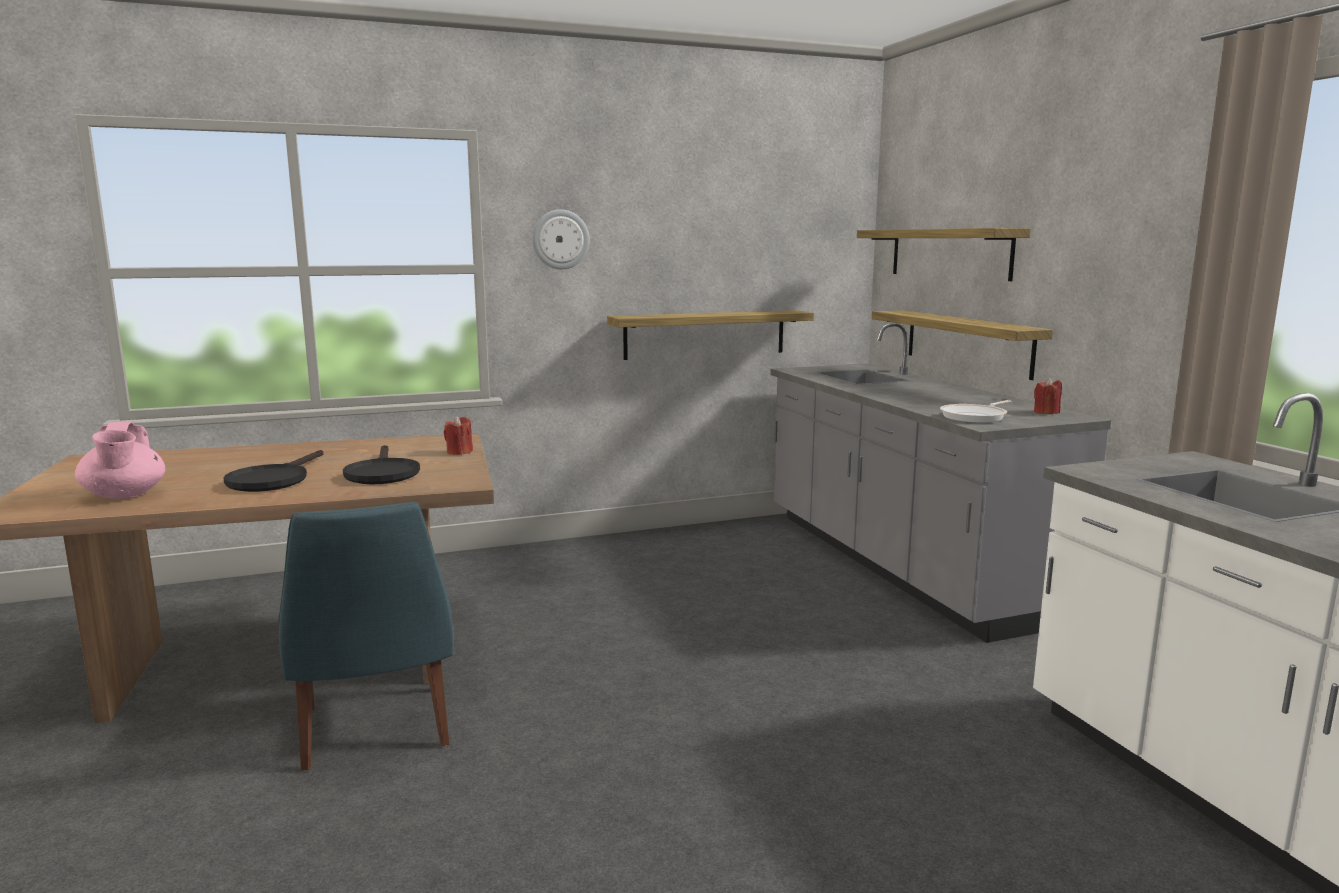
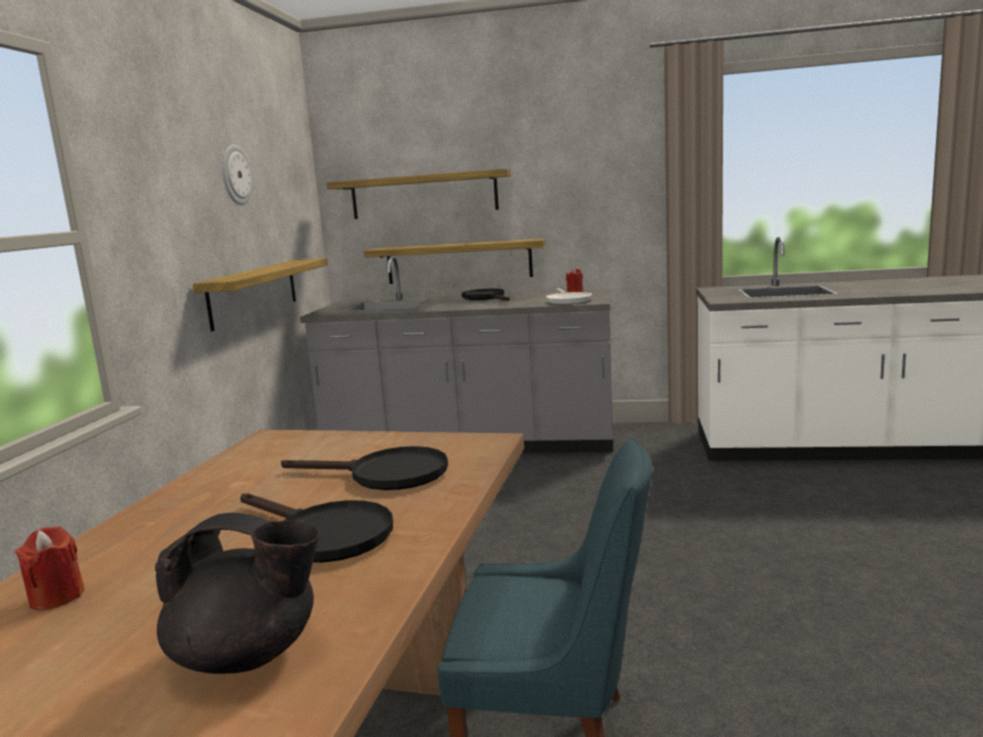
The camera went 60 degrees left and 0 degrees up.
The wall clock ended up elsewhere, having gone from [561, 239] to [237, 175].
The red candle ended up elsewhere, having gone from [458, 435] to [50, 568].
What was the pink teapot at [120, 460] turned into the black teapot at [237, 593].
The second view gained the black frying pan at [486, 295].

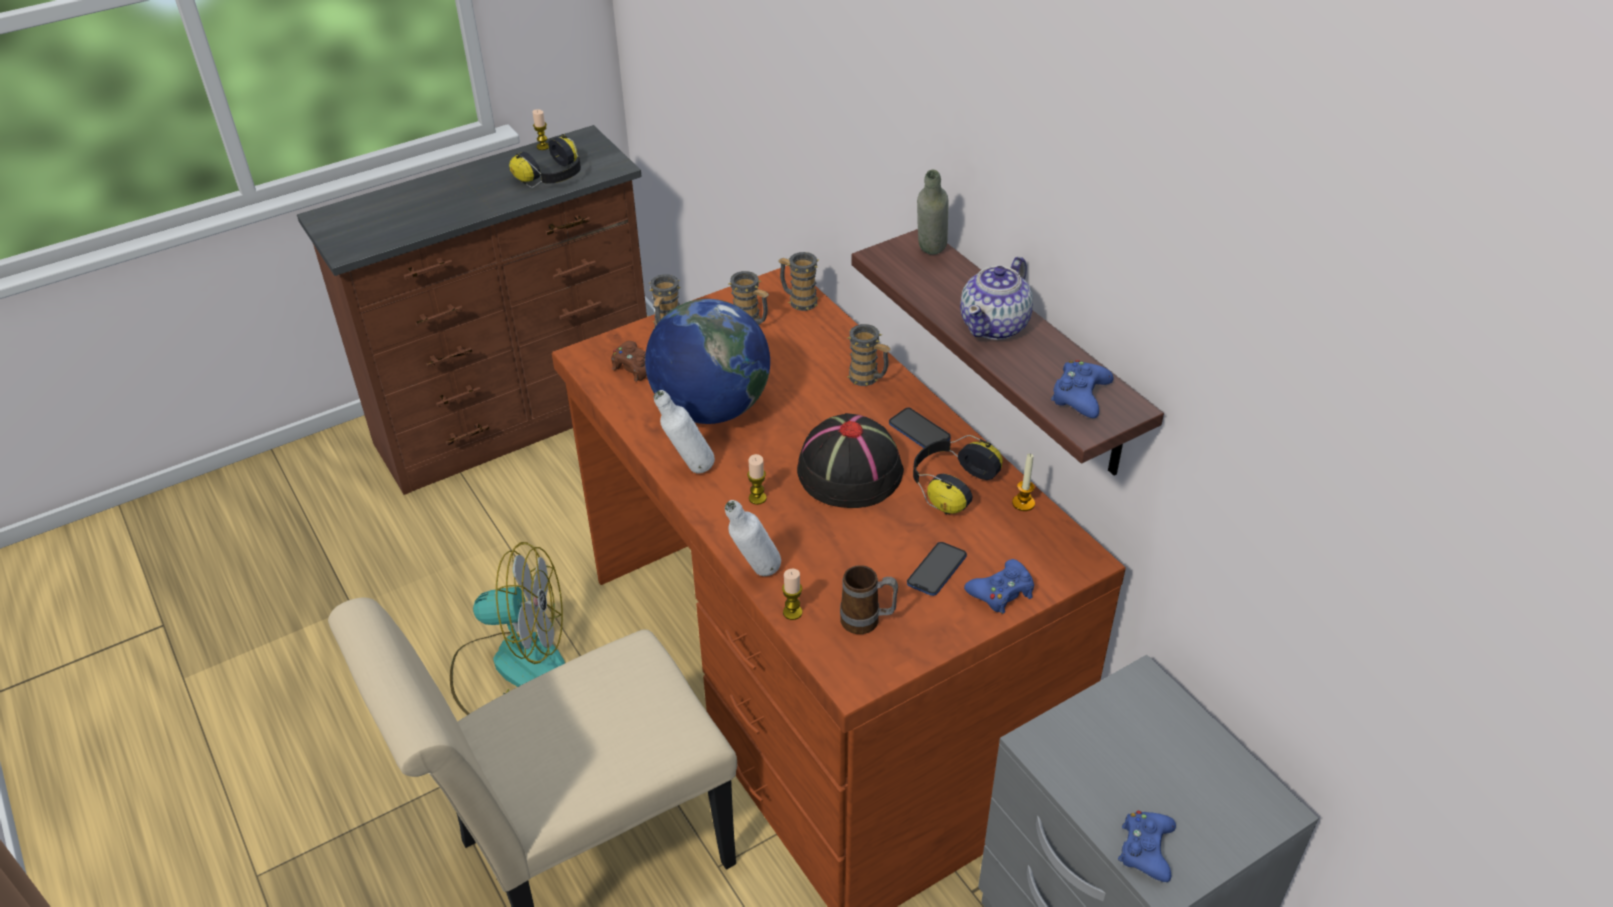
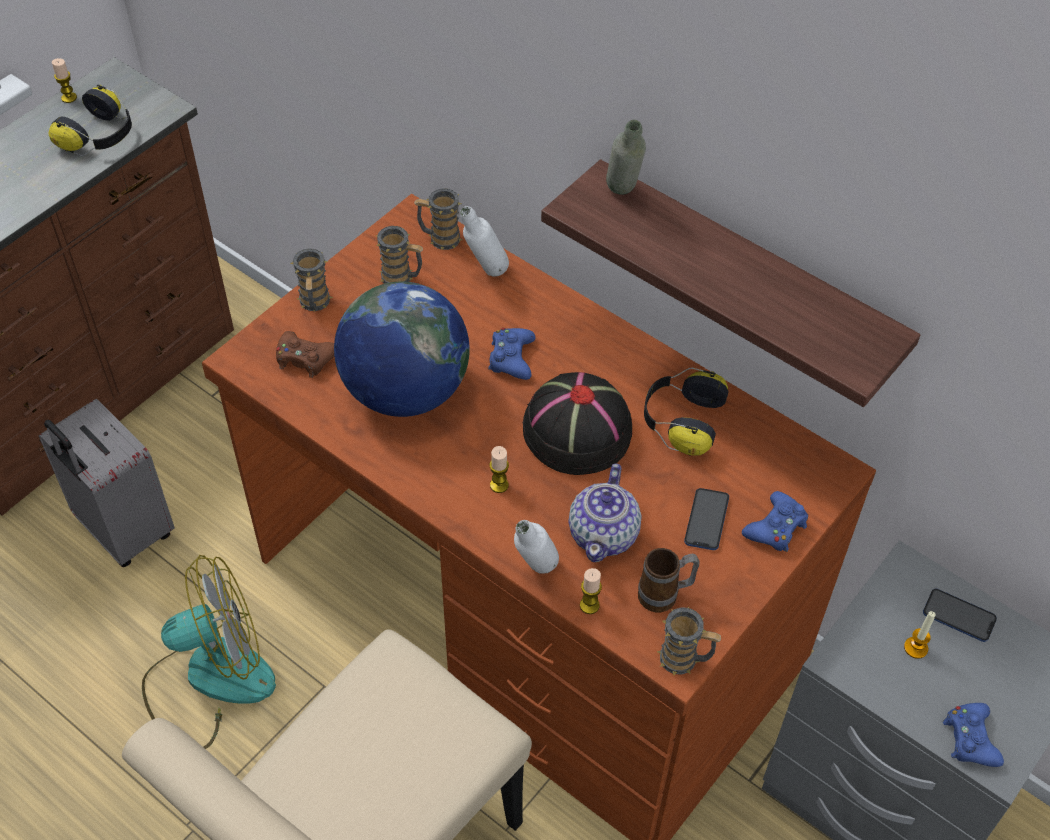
The camera went 20 degrees left and 10 degrees up.
The teapot ended up elsewhere, having gone from [996, 298] to [605, 512].
The mug ended up elsewhere, having gone from [869, 355] to [688, 641].
The blue game controller ended up elsewhere, having gone from [1082, 389] to [511, 354].
The white bottle ended up elsewhere, having gone from [684, 431] to [484, 241].
The phone ended up elsewhere, having gone from [920, 428] to [960, 615].
The candle ended up elsewhere, having gone from [1023, 482] to [920, 635].
The second view gained the grey suitcase at [107, 483].

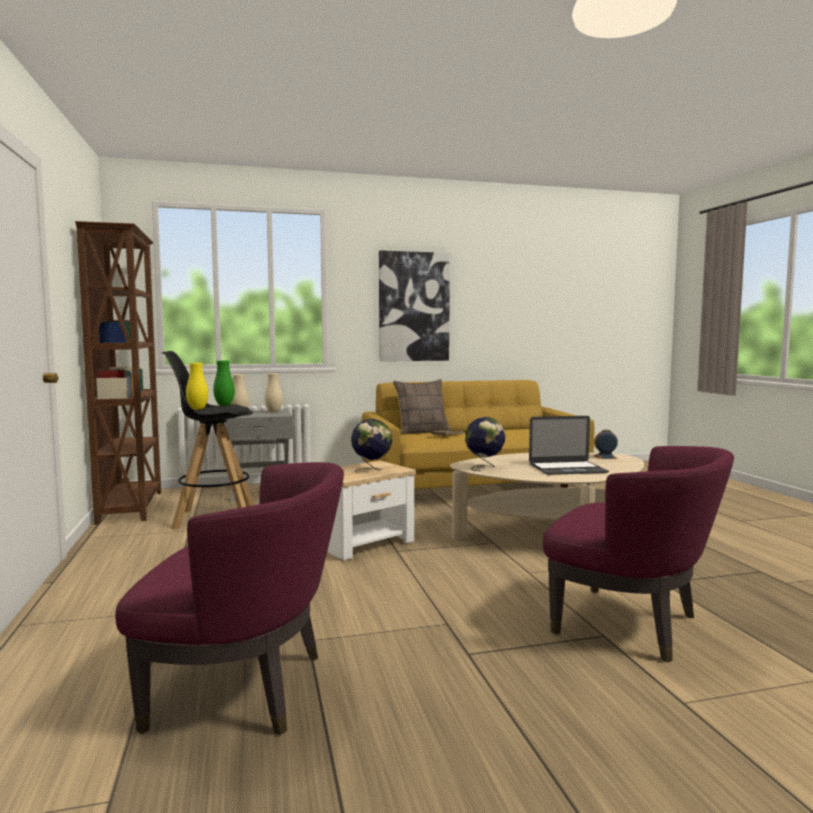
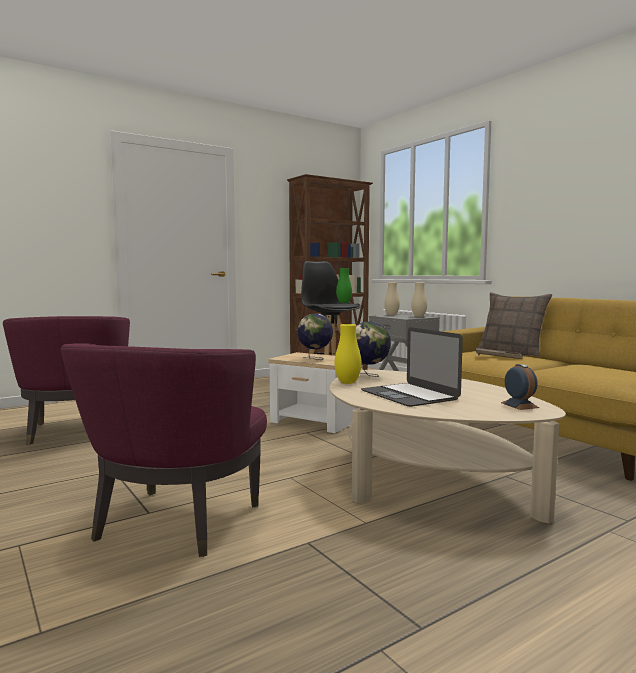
The camera went 70 degrees right and 0 degrees up.
The second view lost the picture at [414, 305].
The yellow vase ended up elsewhere, having gone from [197, 386] to [348, 354].

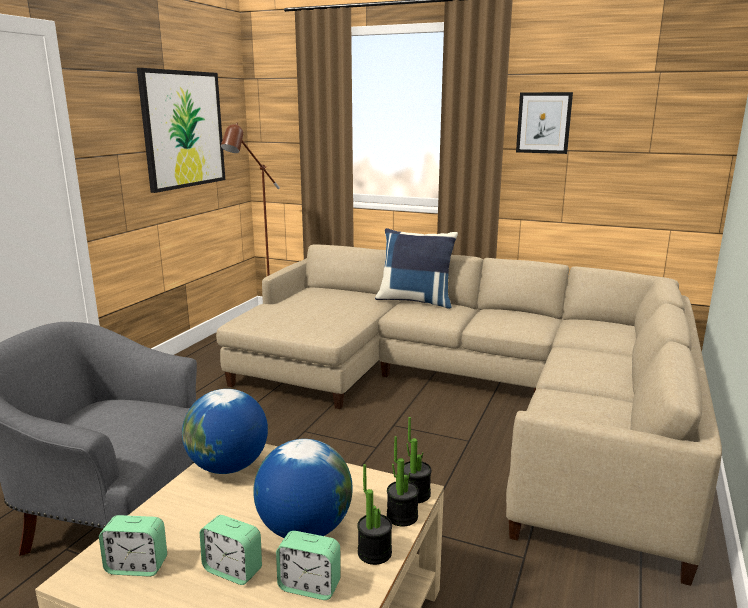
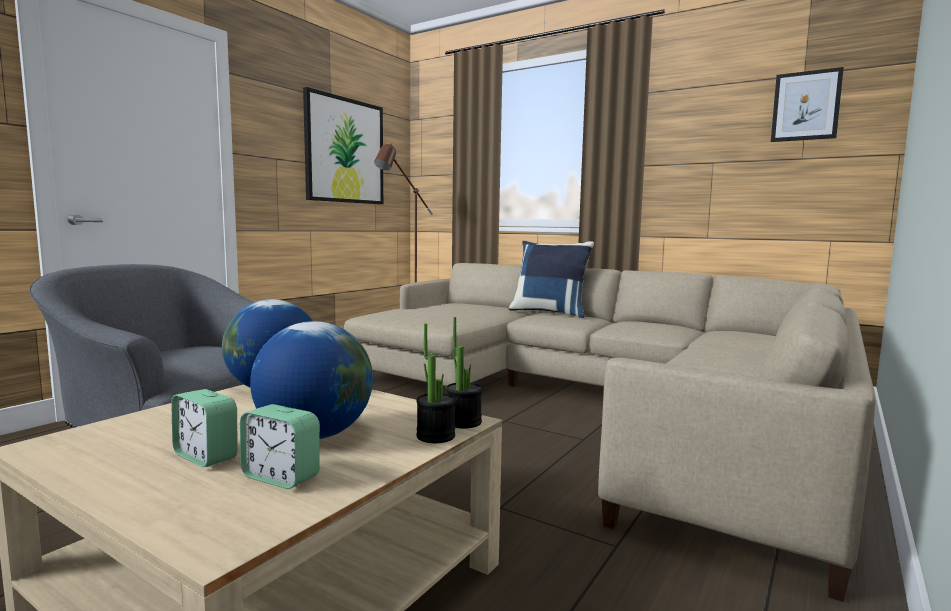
The camera went 10 degrees right and 10 degrees down.
The picture ended up elsewhere, having gone from [544, 123] to [807, 104].
The second view lost the potted plant at [374, 514].
The second view lost the alarm clock at [133, 545].

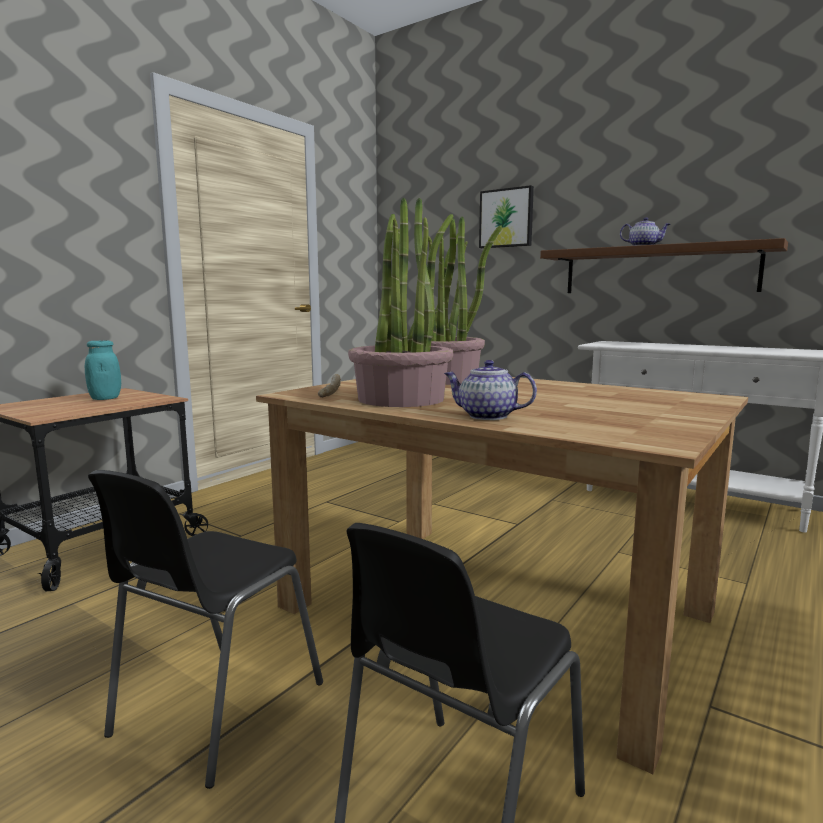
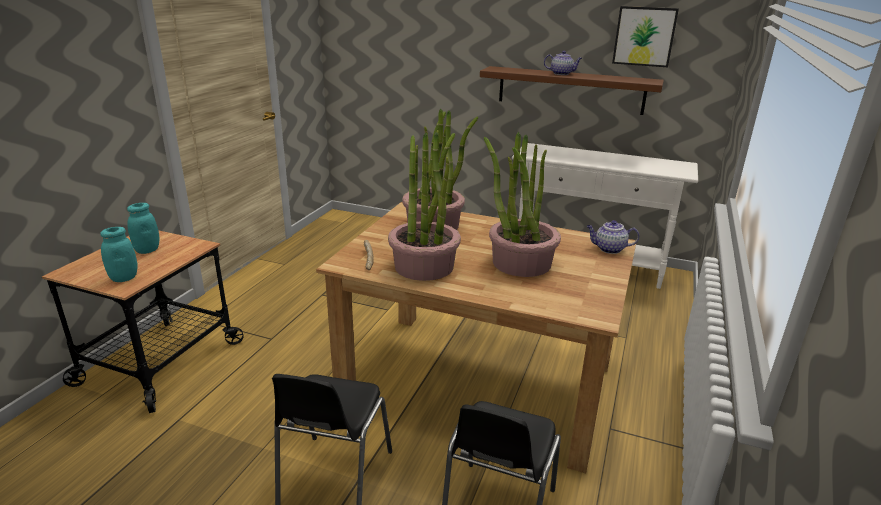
The camera went 15 degrees left and 15 degrees up.
The picture ended up elsewhere, having gone from [506, 216] to [645, 36].
The teapot ended up elsewhere, having gone from [490, 390] to [613, 237].
The second view gained the potted plant at [522, 204].
The second view gained the turquoise jar at [118, 254].

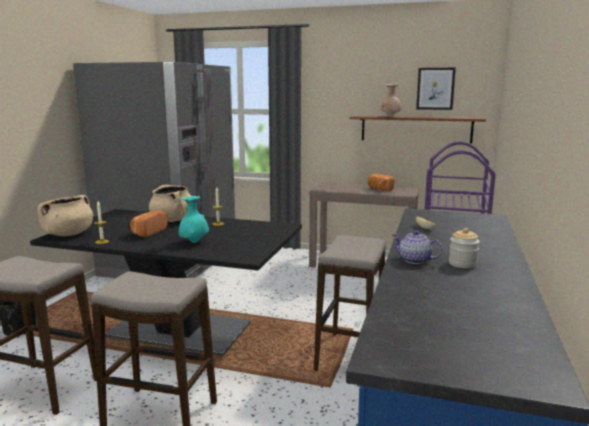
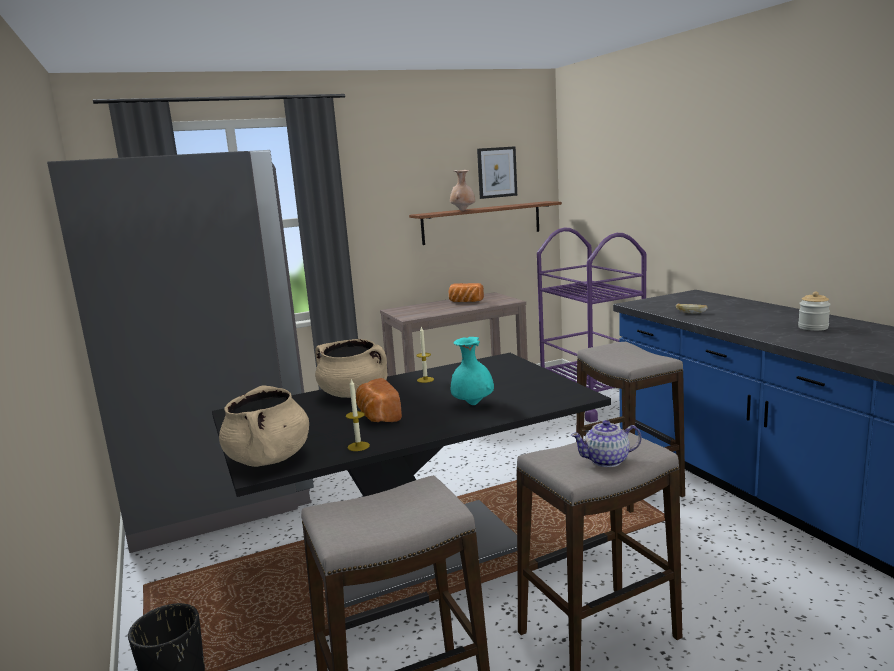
The camera went 40 degrees left and 0 degrees up.
The teapot ended up elsewhere, having gone from [417, 247] to [606, 443].

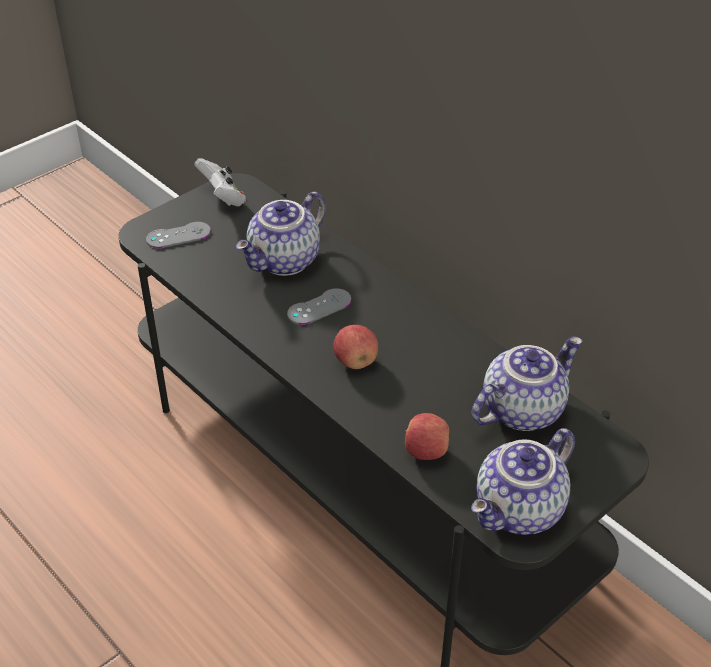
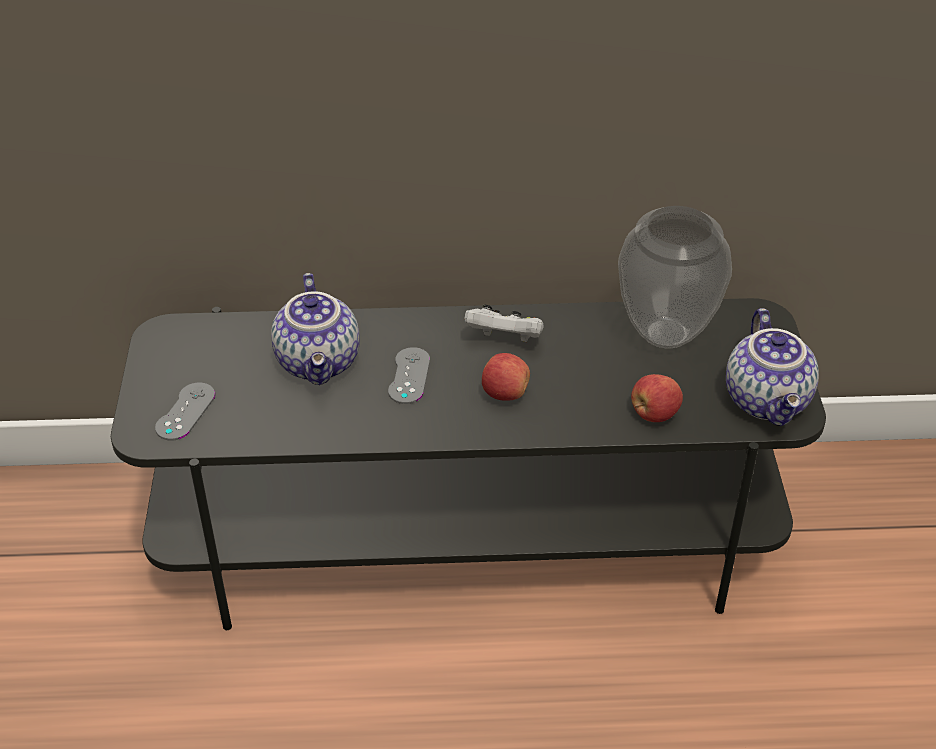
The camera went 50 degrees left and 0 degrees up.
The white game controller ended up elsewhere, having gone from [220, 182] to [504, 323].
Where the teapot stood at [527, 383], the vase came to stand at [675, 277].

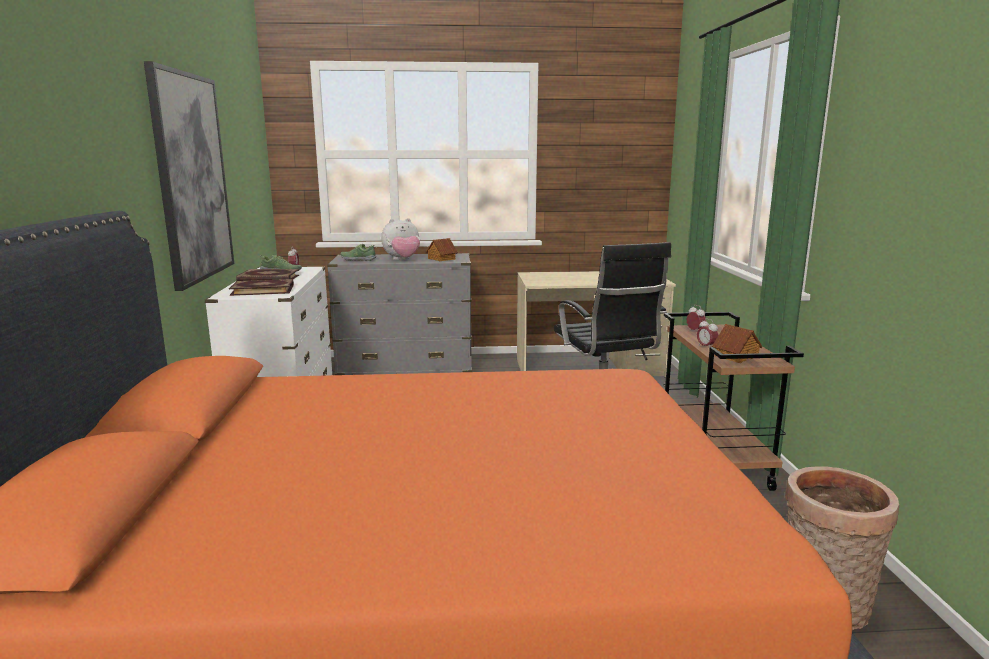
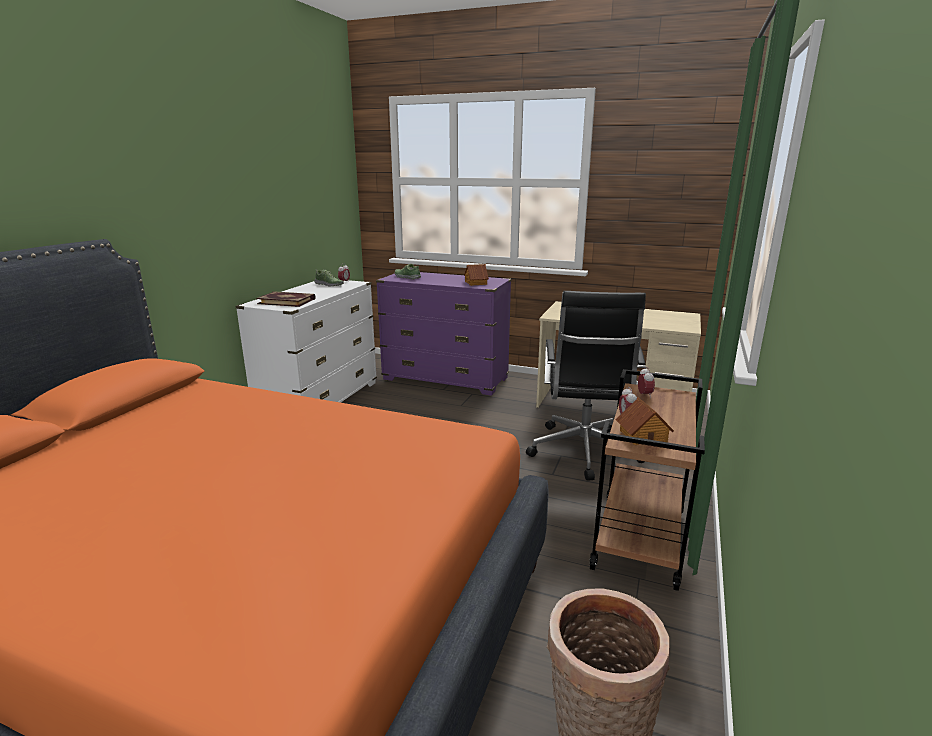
The camera went 25 degrees right and 5 degrees up.
The second view lost the picture at [189, 176].
The second view lost the plush toy at [400, 239].
What was the grey dresser at [399, 314] turned into the purple dresser at [444, 334].
The second view lost the book at [267, 275].

